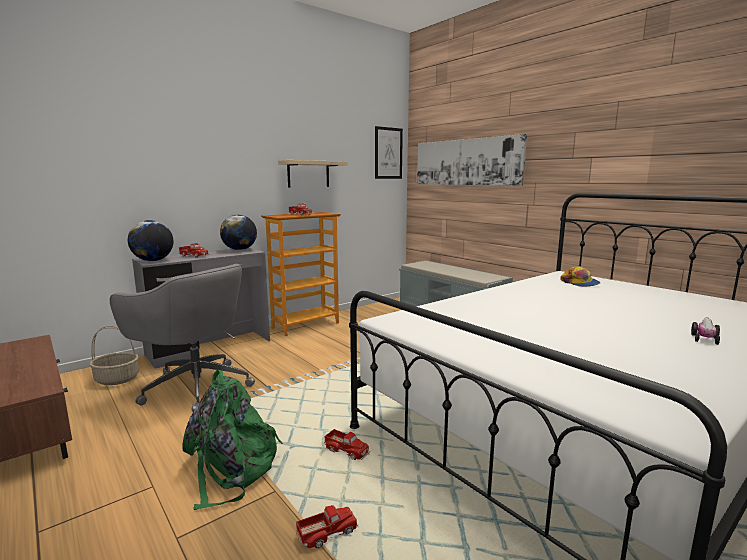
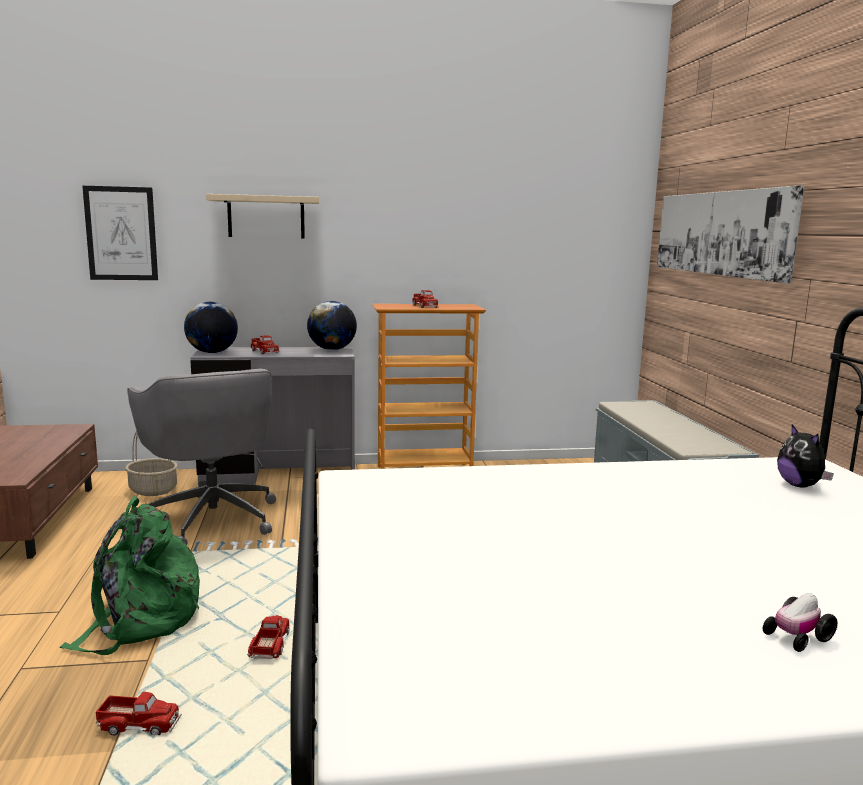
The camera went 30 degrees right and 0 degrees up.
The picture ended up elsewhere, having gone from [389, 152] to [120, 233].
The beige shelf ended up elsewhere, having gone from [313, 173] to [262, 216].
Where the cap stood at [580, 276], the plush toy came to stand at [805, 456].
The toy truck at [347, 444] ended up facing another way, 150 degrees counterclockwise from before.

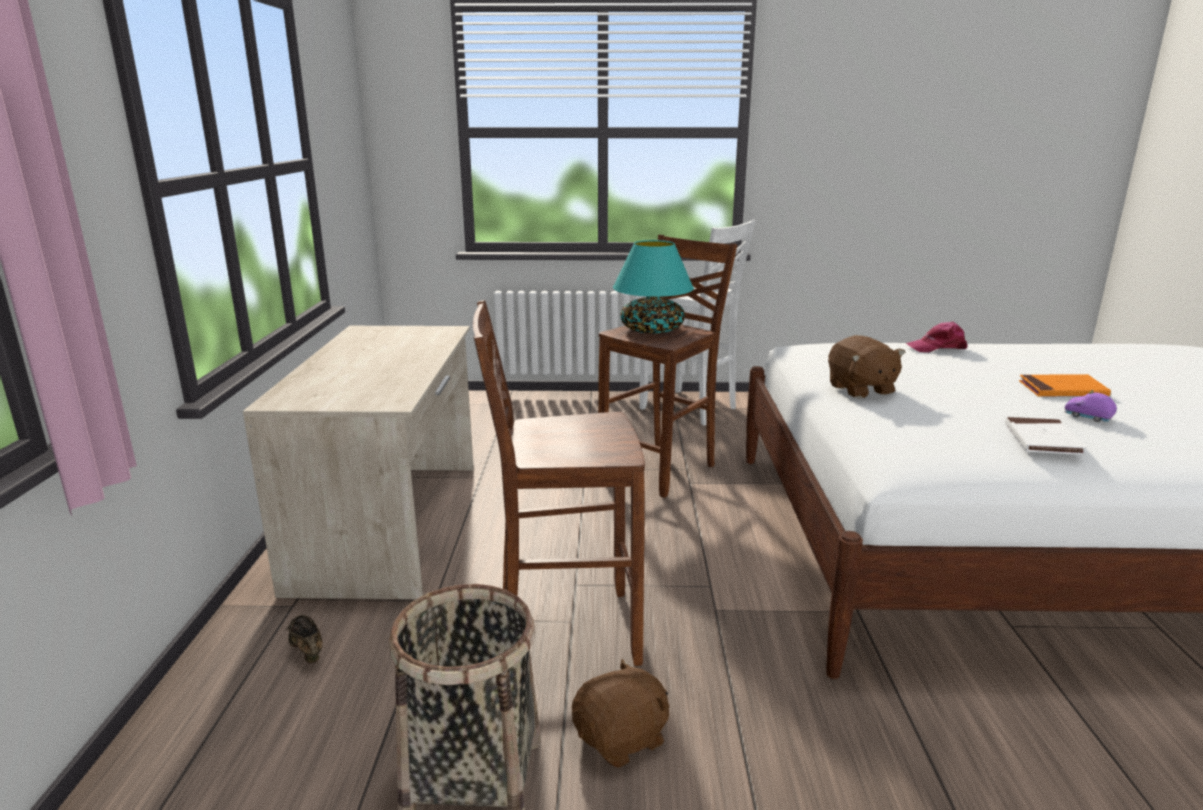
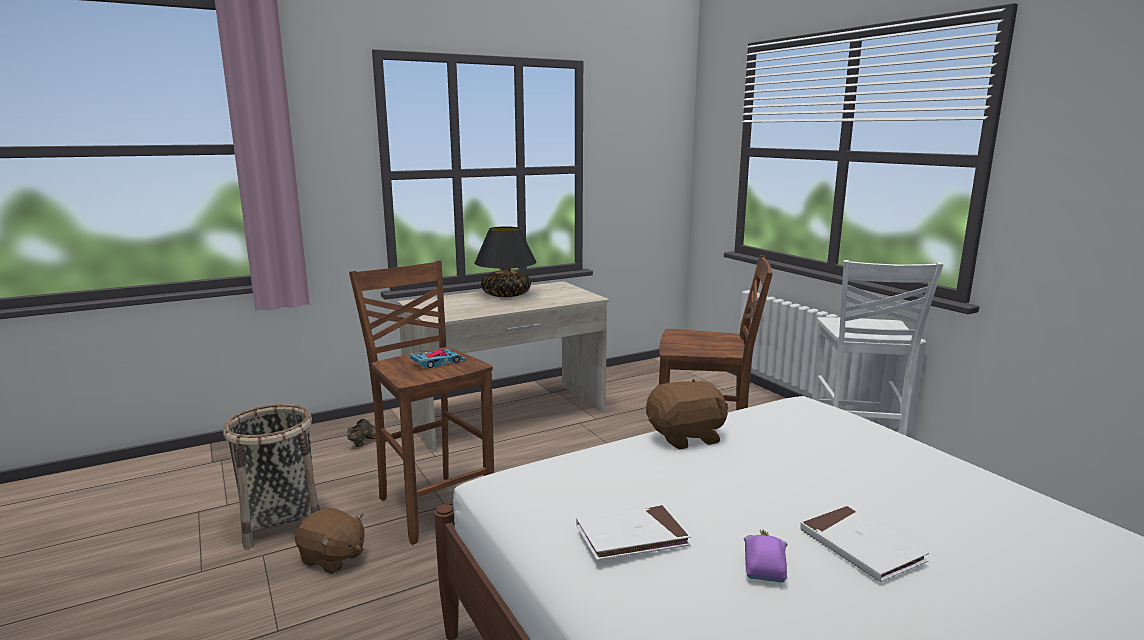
The camera went 60 degrees right and 5 degrees down.
The second view lost the turquoise table lamp at [653, 287].
The second view lost the pink cap at [936, 337].
The brown plush toy at [866, 366] ended up facing another way, 150 degrees counterclockwise from before.
What was the orange book at [1065, 385] turned into the white book at [864, 543].
The second view gained the black table lamp at [505, 262].
The second view gained the toy car at [438, 358].

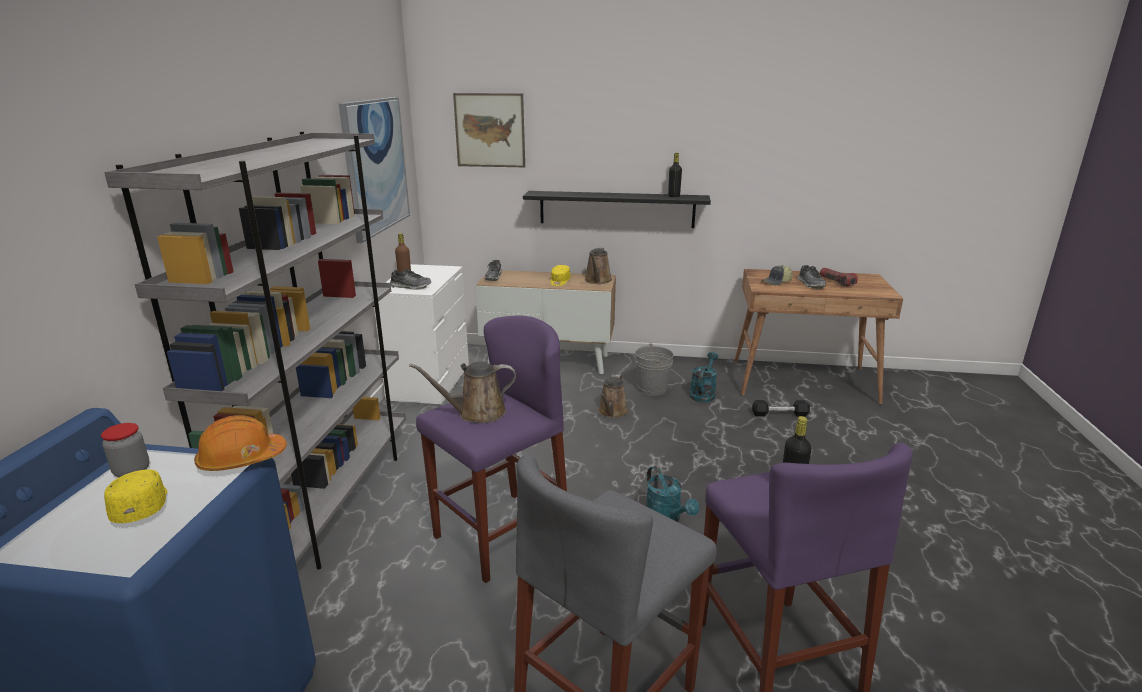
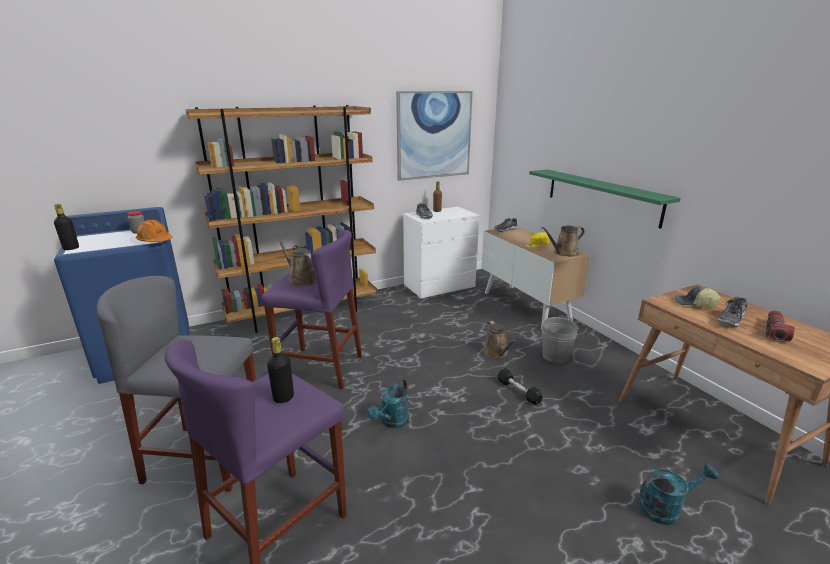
The camera went 55 degrees right and 0 degrees up.
The second view lost the picture at [489, 130].
What was the grey bookcase at [255, 351] turned into the brown bookcase at [281, 219].
The black bottle ended up elsewhere, having gone from [675, 175] to [66, 227].
What was the black shelf at [617, 209] turned into the green shelf at [605, 199].
The turquoise watering can ended up elsewhere, having gone from [703, 377] to [679, 494].
The brown watering can at [613, 396] ended up facing another way, 90 degrees counterclockwise from before.
The black dumbbell ended up elsewhere, having gone from [781, 408] to [520, 386].
The second view lost the yellow cap at [136, 496].

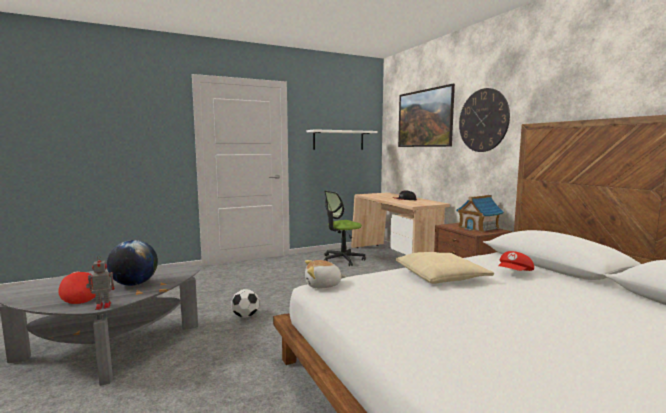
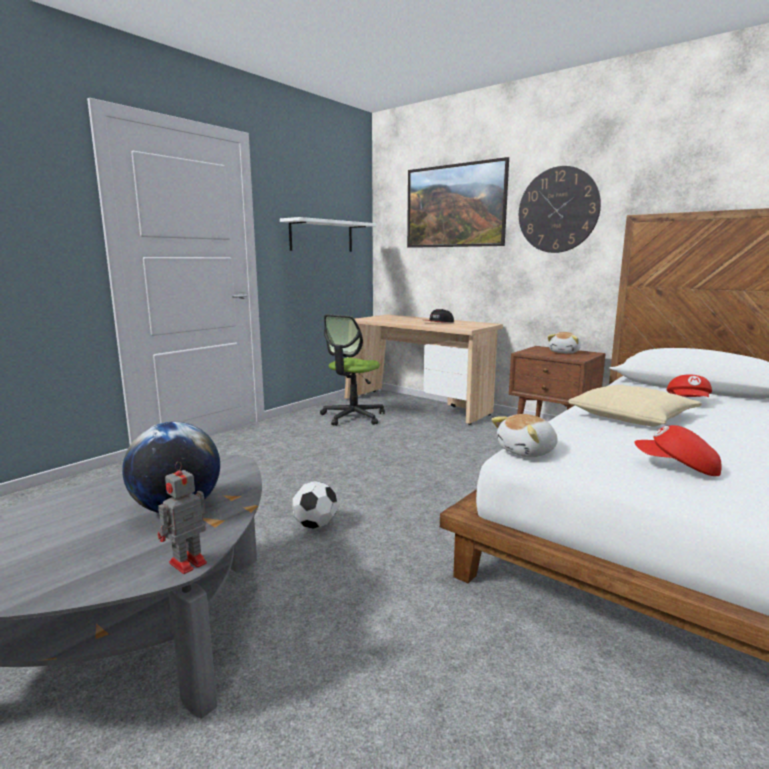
The camera went 25 degrees left and 5 degrees up.
Where the toy house stood at [480, 213], the plush toy came to stand at [564, 343].
The red cap ended up elsewhere, having gone from [77, 287] to [678, 450].

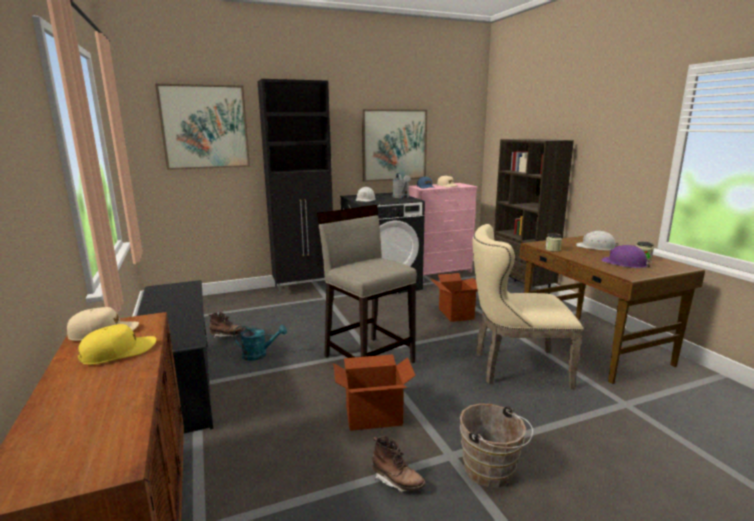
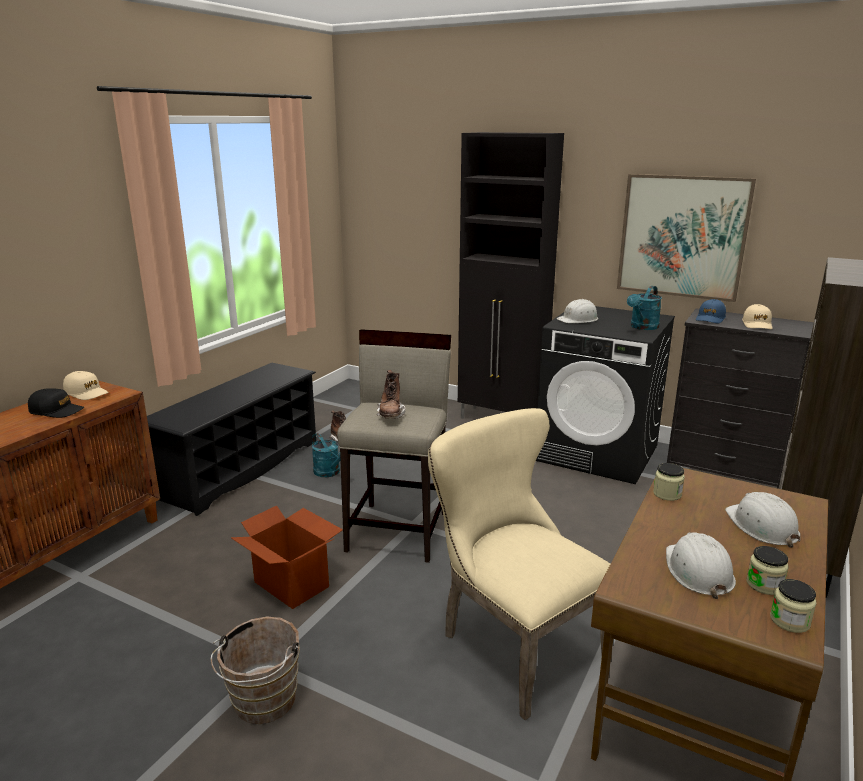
The camera went 50 degrees right and 5 degrees up.
The second view lost the picture at [202, 127].
What was the grey watering can at [402, 185] turned into the turquoise watering can at [644, 308].
What was the pink dresser at [443, 229] turned into the black dresser at [740, 399].
What was the purple hard hat at [626, 256] turned into the white hard hat at [701, 565].
The second view lost the cardboard box at [454, 297].
What was the yellow cap at [117, 344] turned into the black cap at [56, 403].
The brown boot ended up elsewhere, having gone from [398, 464] to [391, 394].
The second view gained the jar at [793, 606].

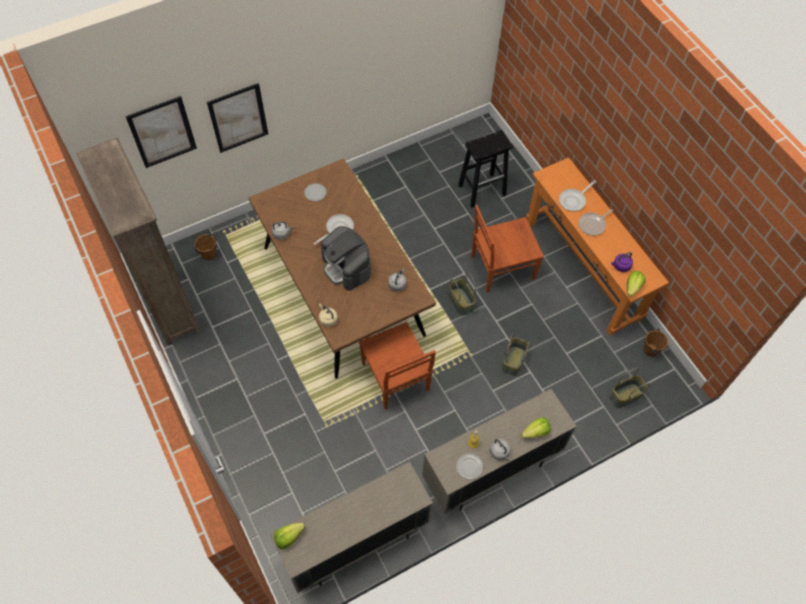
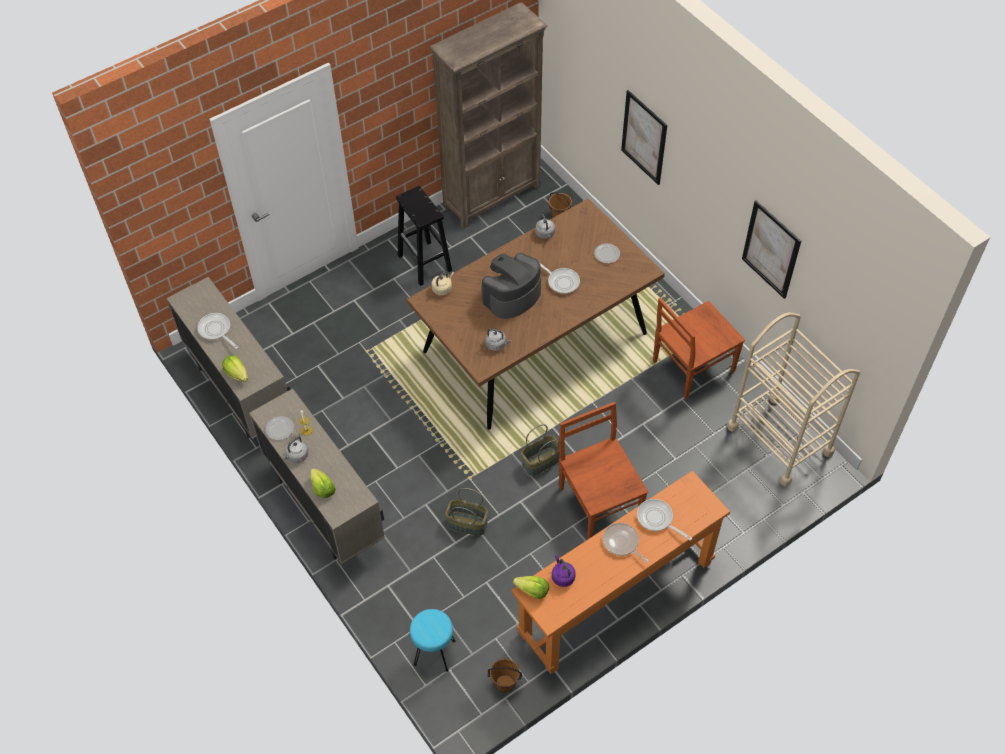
The camera went 85 degrees right and 5 degrees down.
The picture ended up elsewhere, having gone from [161, 132] to [771, 250].
The black stool ended up elsewhere, having gone from [485, 169] to [424, 236].
The brown chair ended up elsewhere, having gone from [397, 366] to [699, 348].
Where the basket stood at [629, 388], the turquoise stool came to stand at [433, 640].
The lettuce ended up elsewhere, having gone from [289, 536] to [235, 368].
The second view gained the beige cart at [793, 399].
The second view gained the frying pan at [217, 331].

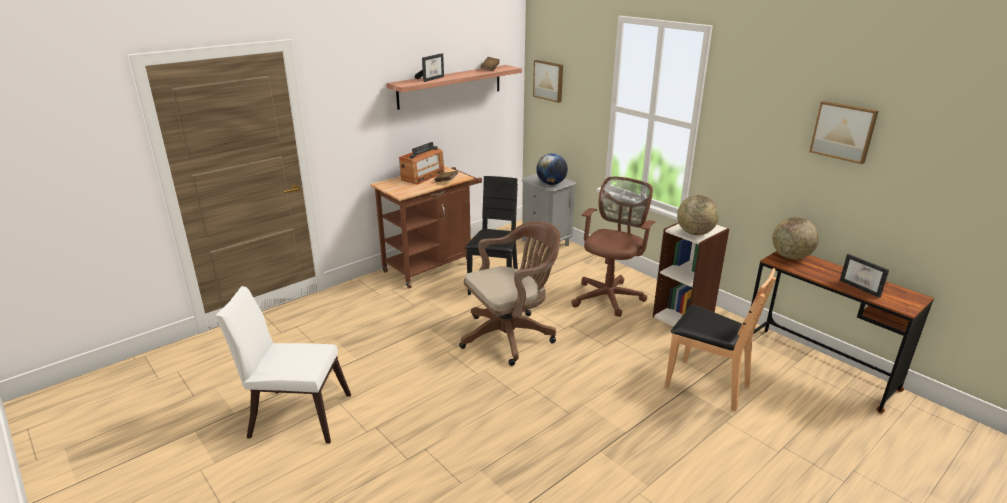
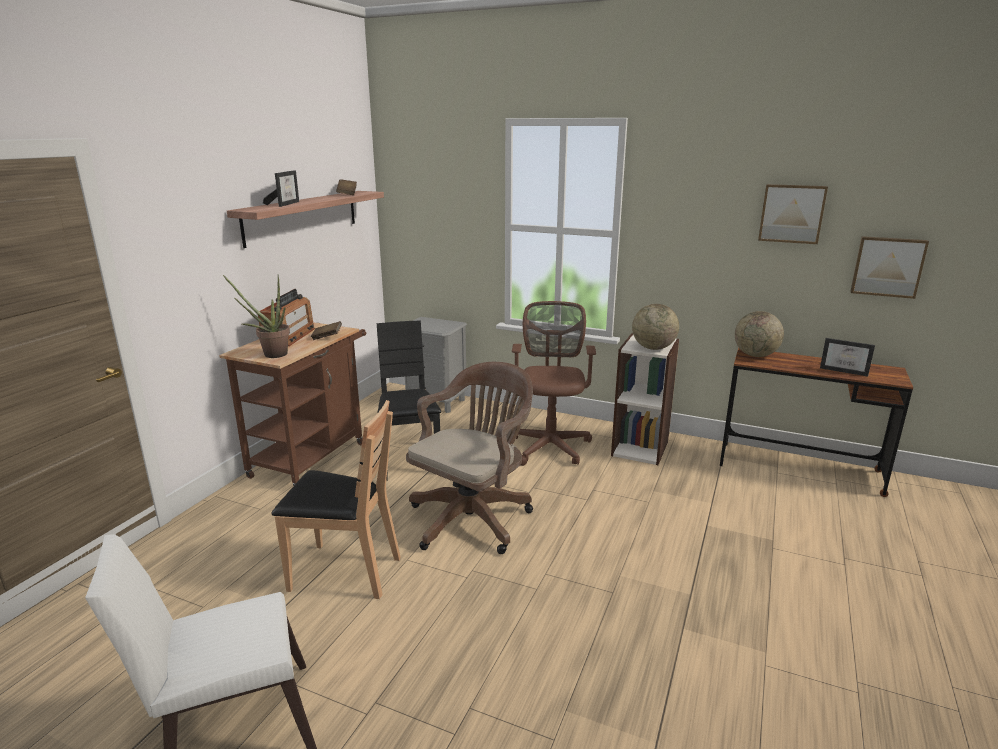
The camera went 25 degrees left and 5 degrees down.
The picture ended up elsewhere, having gone from [548, 81] to [889, 267].
The second view lost the globe at [552, 169].
The brown chair ended up elsewhere, having gone from [720, 340] to [336, 499].
The second view gained the potted plant at [256, 316].

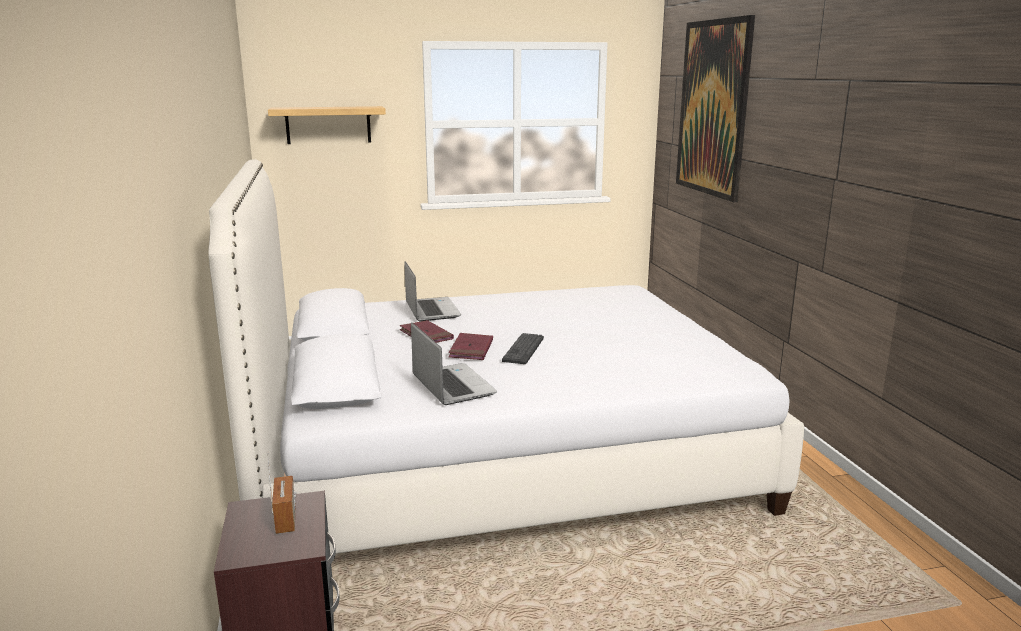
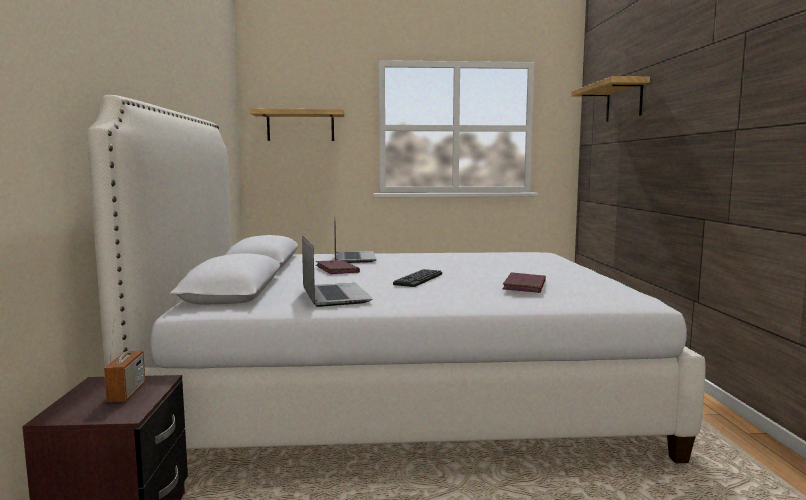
The camera went 10 degrees right and 10 degrees down.
Where the picture hung at [715, 108], the shelf came to hang at [610, 99].
The red book ended up elsewhere, having gone from [471, 346] to [524, 282].

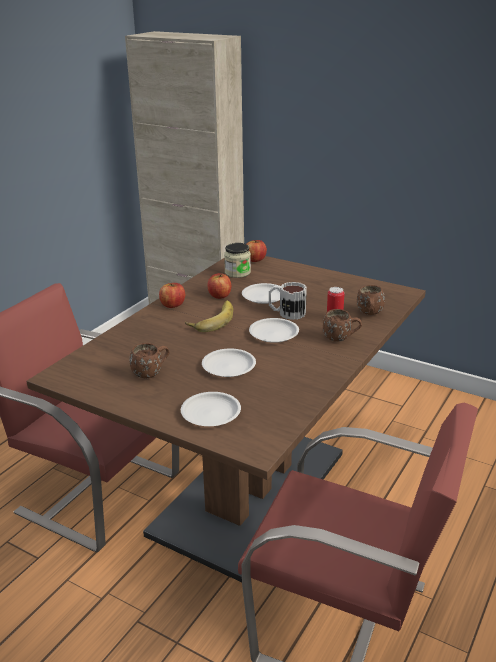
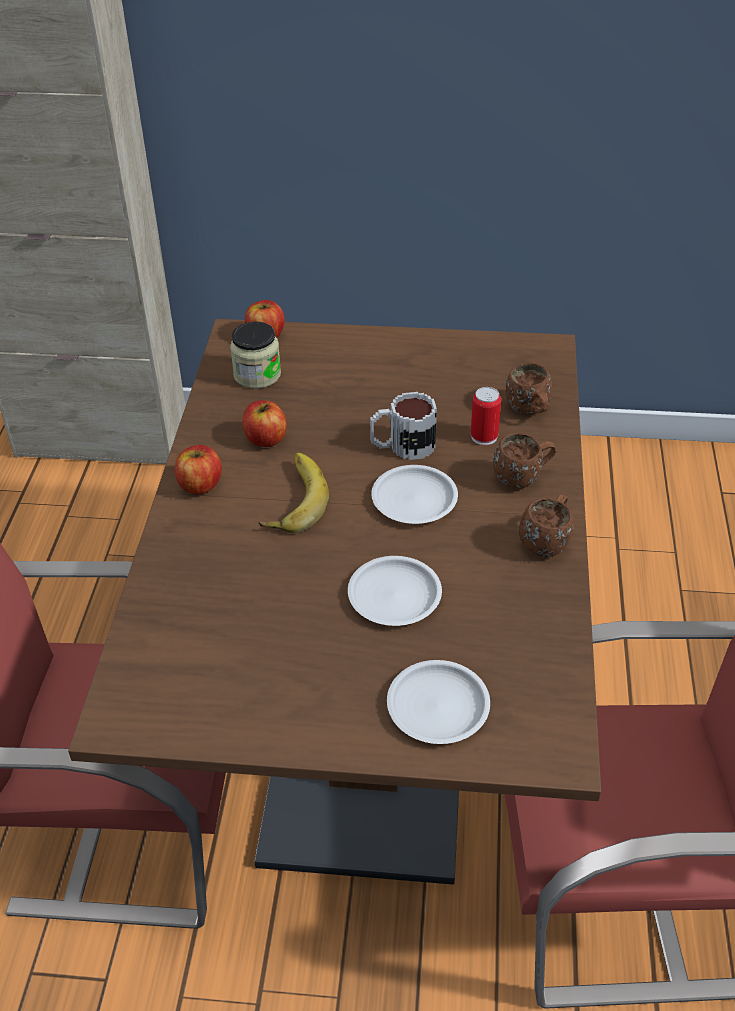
The camera went 25 degrees left and 15 degrees up.
The second view lost the white plate at [261, 293].
The brown mug ended up elsewhere, having gone from [150, 360] to [546, 525].

